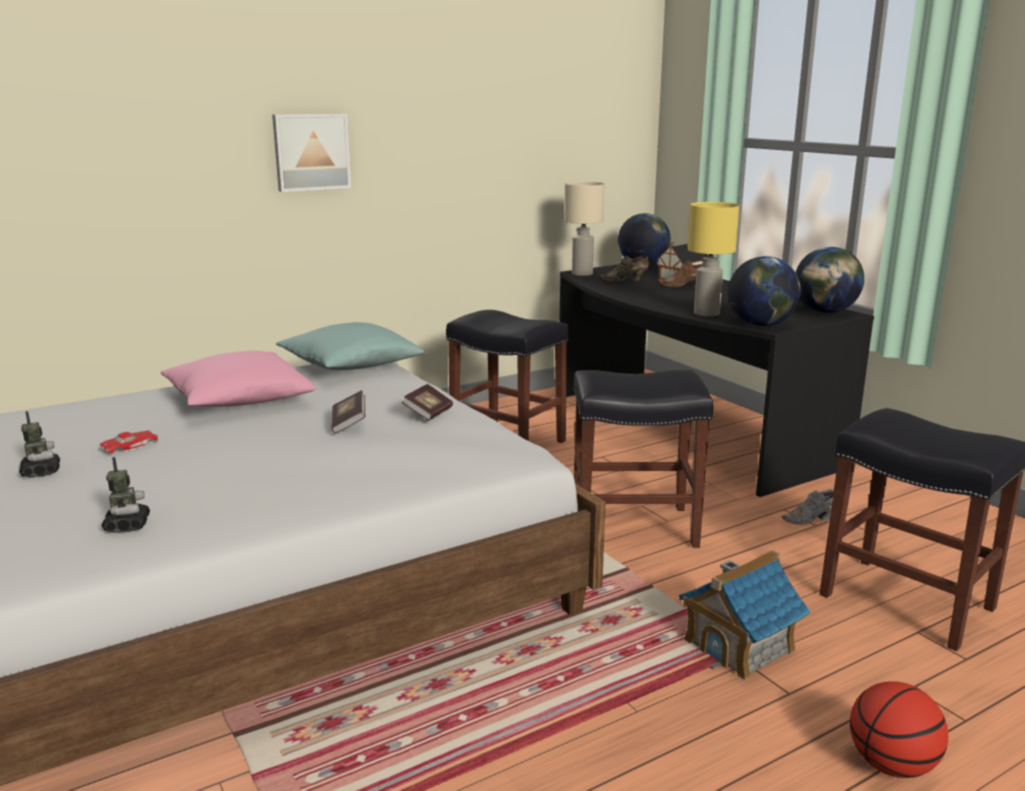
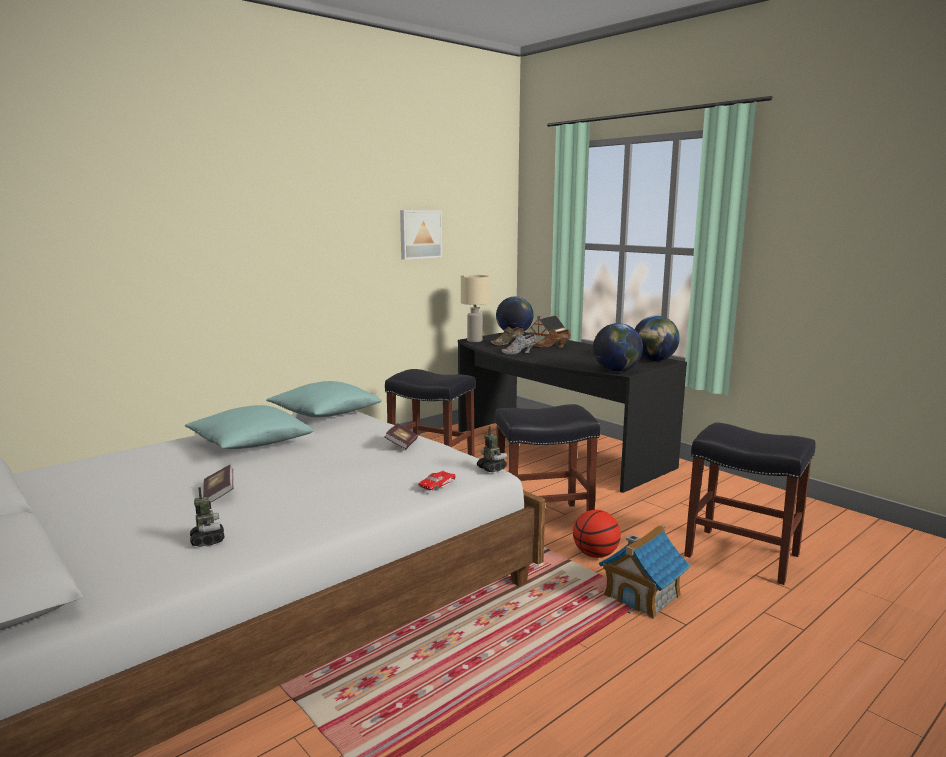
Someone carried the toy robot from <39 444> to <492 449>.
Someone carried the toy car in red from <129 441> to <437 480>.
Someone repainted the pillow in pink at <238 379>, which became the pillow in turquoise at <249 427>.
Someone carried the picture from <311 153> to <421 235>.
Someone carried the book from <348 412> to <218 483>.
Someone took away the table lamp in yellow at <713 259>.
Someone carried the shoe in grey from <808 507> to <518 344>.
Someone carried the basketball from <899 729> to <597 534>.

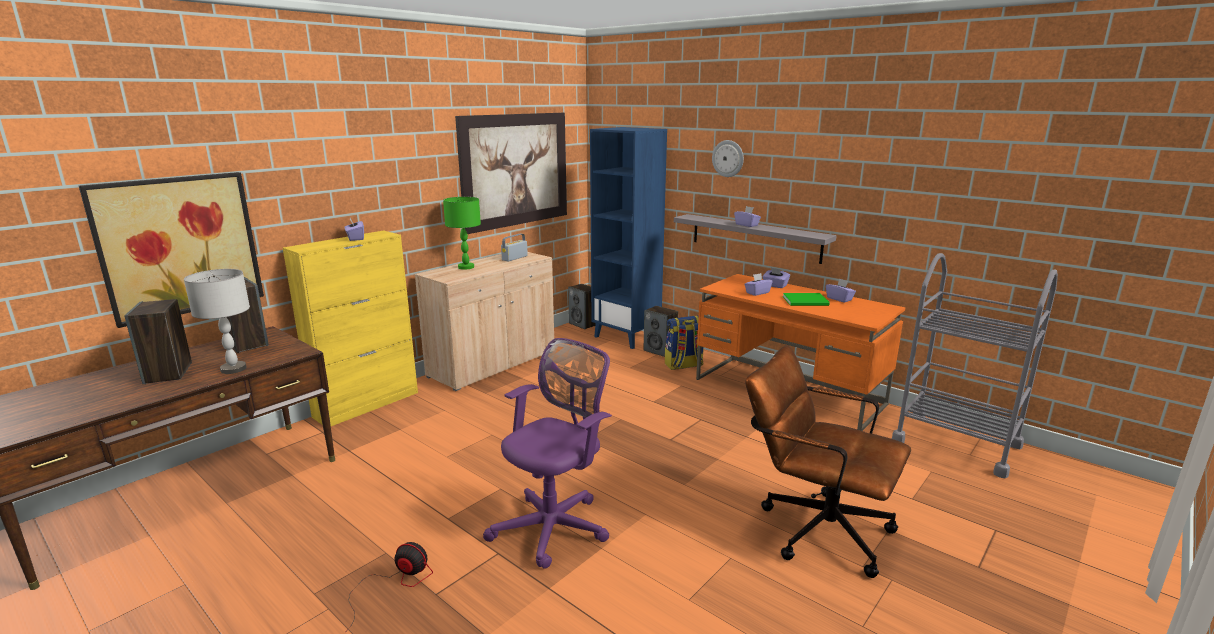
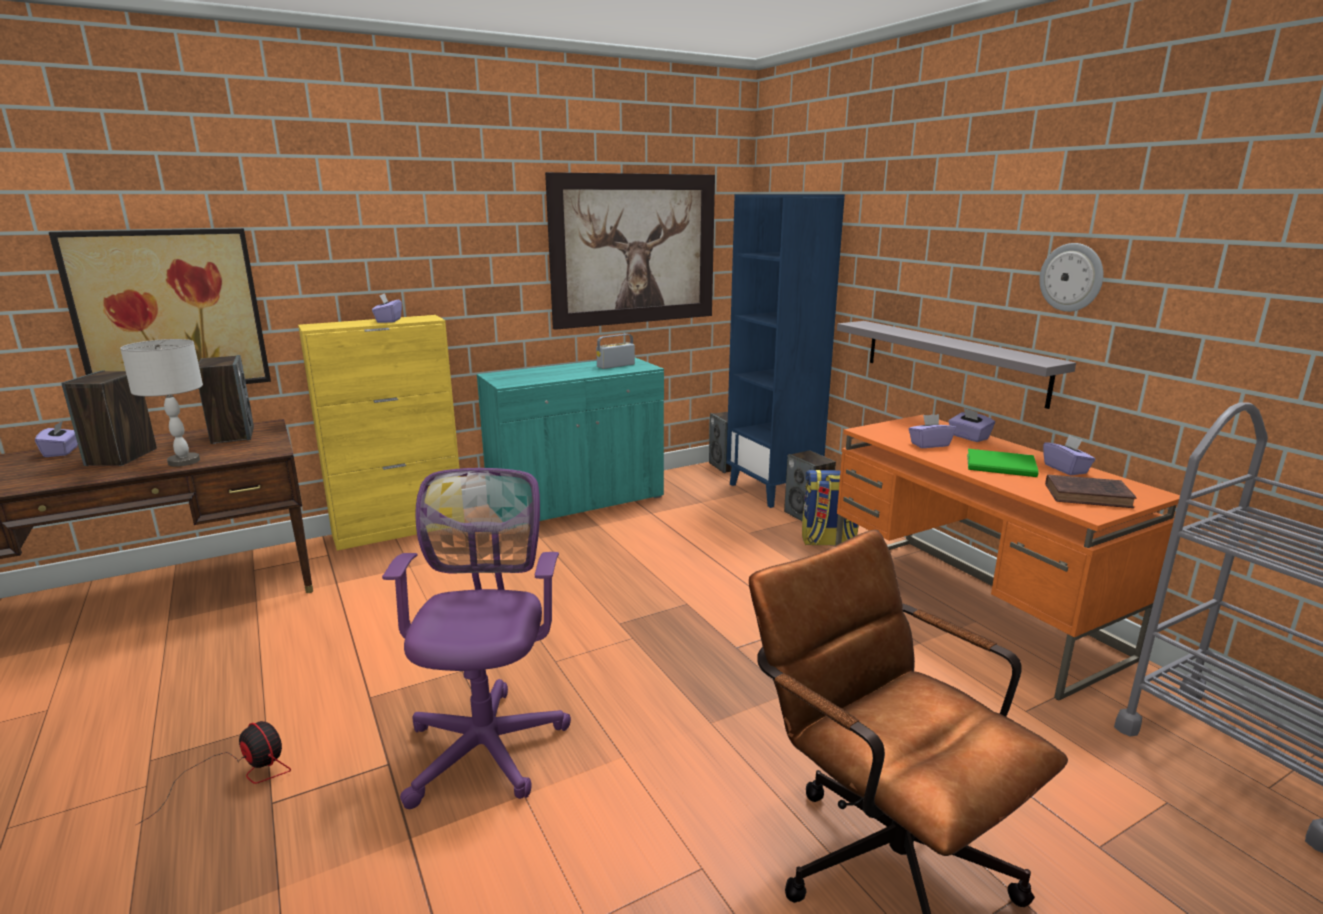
Someone repainted the cabinet in beige at <484 321>, which became the cabinet in turquoise at <570 439>.
Someone took away the table lamp in green at <462 233>.
Someone rotated the office chair in purple at <547 453> by 60 degrees counterclockwise.
Someone carried the wall clock from <728 158> to <1071 277>.
Someone carried the tissue box in purple from <747 216> to <56 439>.
Someone put down the book in brown at <1090 491>.

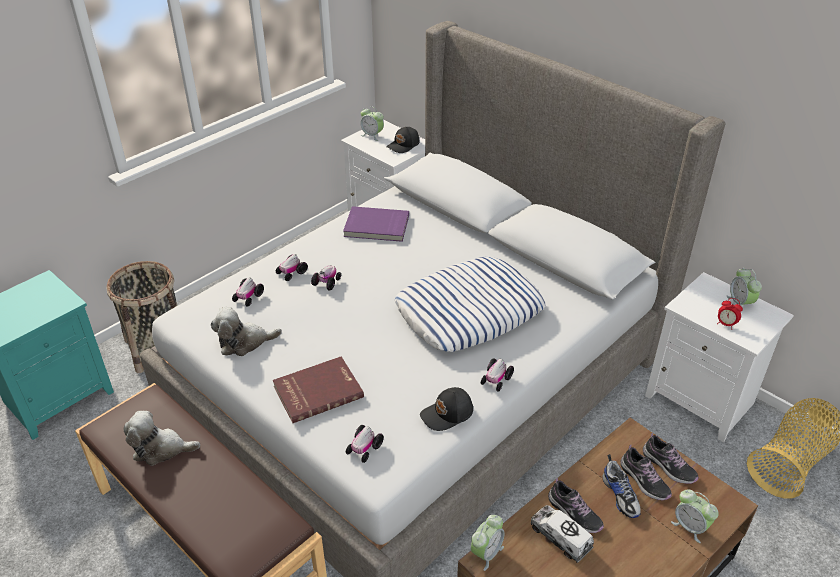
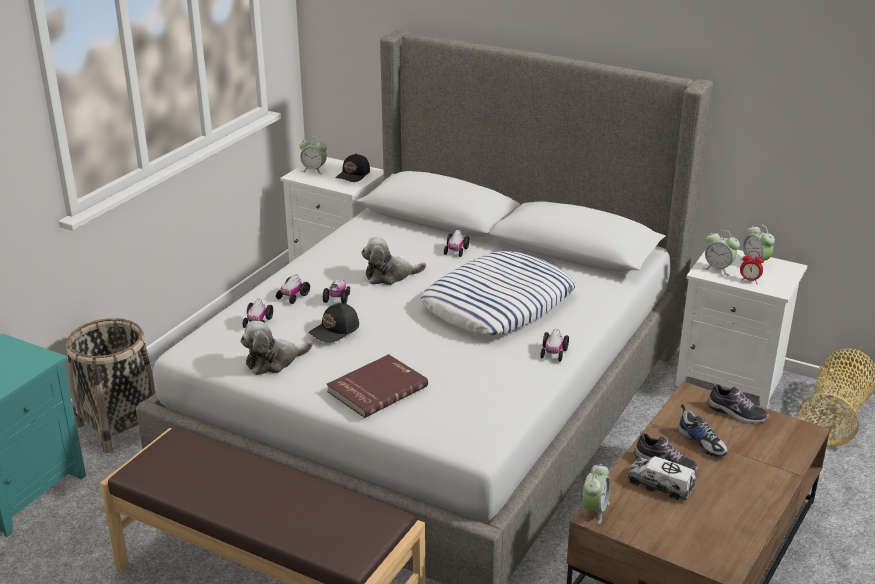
Someone carried the plush toy from <162 438> to <393 261>.
Someone took away the book in purple at <376 224>.
Someone carried the toy car from <365 444> to <457 243>.
Someone carried the cap in black from <446 409> to <334 323>.
Someone took away the shoe at <646 473>.
Someone carried the alarm clock from <695 516> to <721 253>.

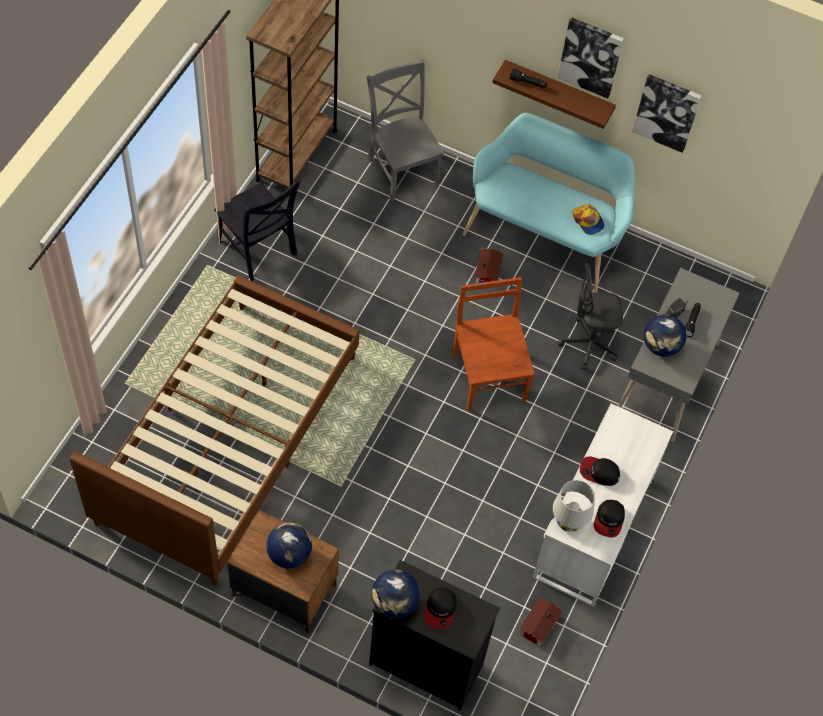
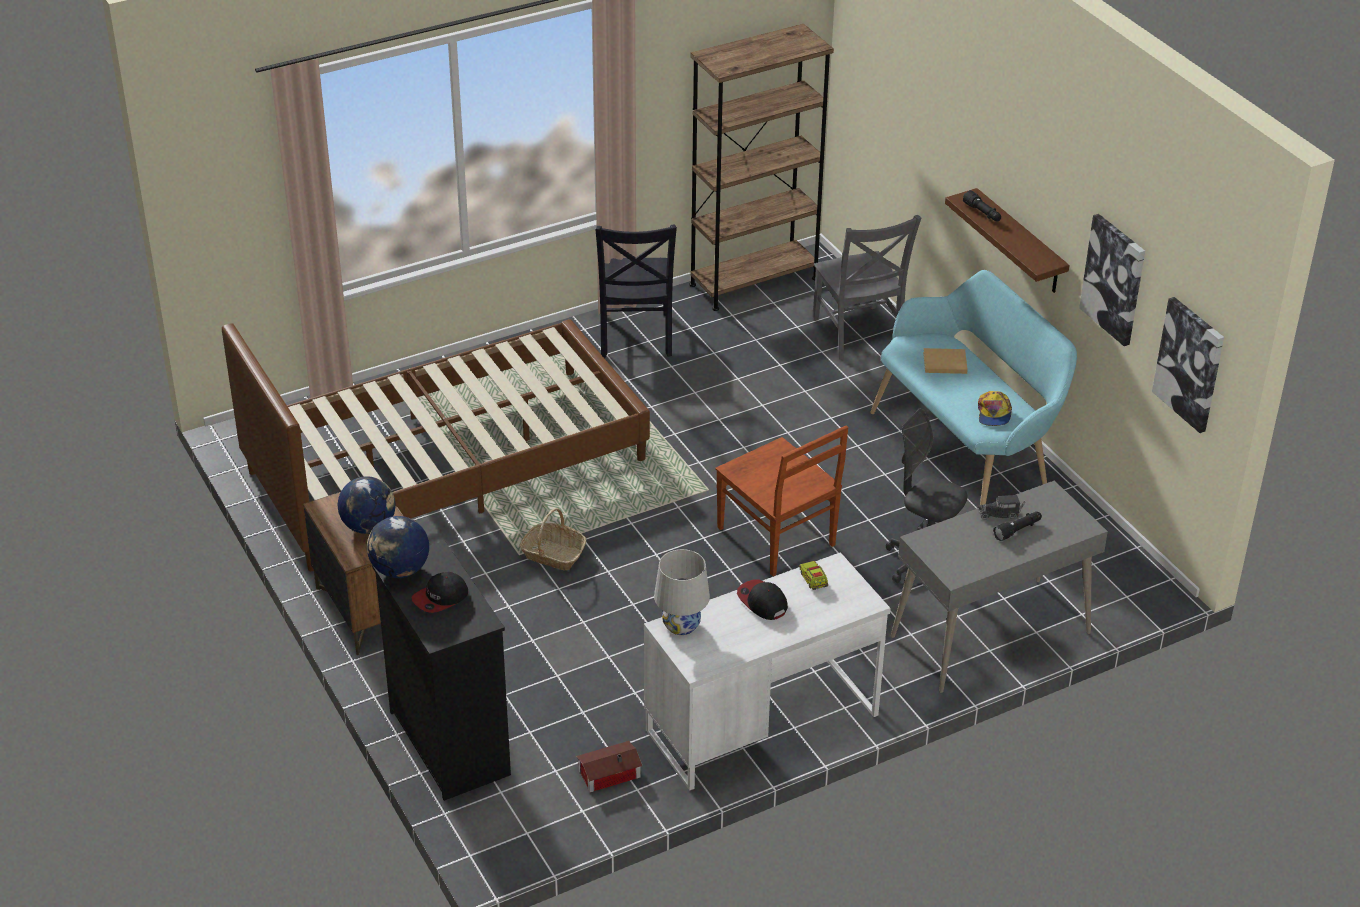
Someone rotated the chair in grey at <405 130> by 150 degrees clockwise.
Someone rotated the chair in brown at <494 344> by 120 degrees clockwise.
Someone took away the toy house at <489 268>.
Someone carried the picture from <591 57> to <1188 365>.
Someone took away the cap at <609 519>.
Someone took away the globe at <665 336>.
Someone put down the basket at <553 539>.
Someone put down the toy truck at <813 575>.
Someone put down the book in beige at <945 361>.

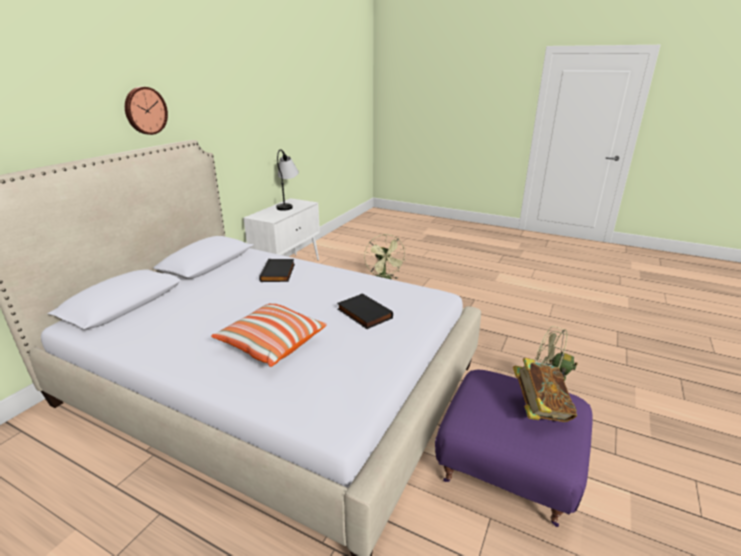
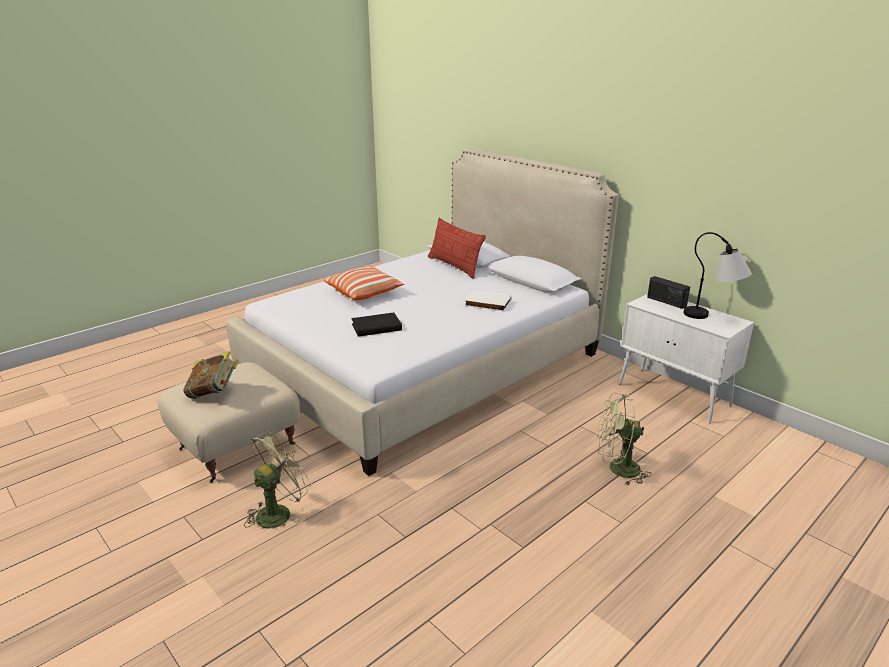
Someone took away the wall clock at <146 111>.
Someone repainted the book in black at <277 270>, which became the book in white at <488 301>.
Someone repainted the ottoman in purple at <514 448>, which became the ottoman in beige at <229 422>.
Someone put down the pillow at <457 248>.
Someone put down the radio at <668 292>.

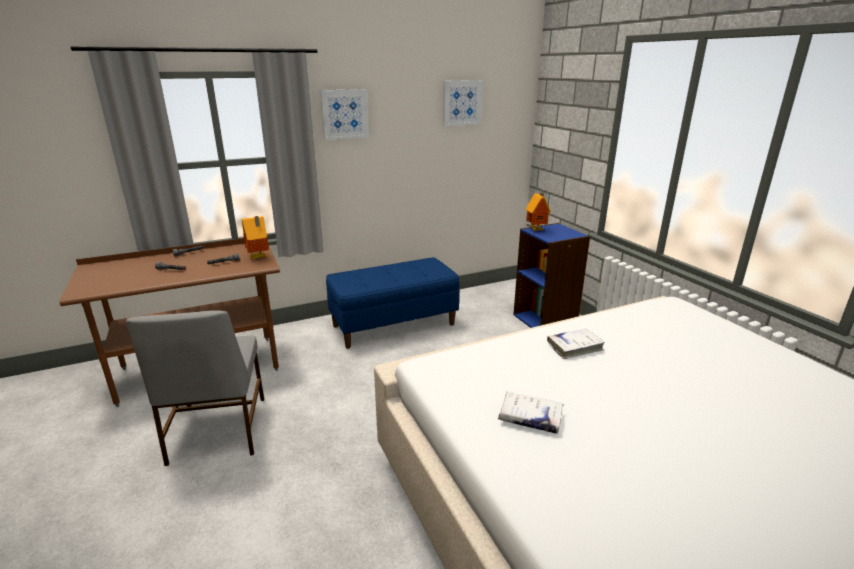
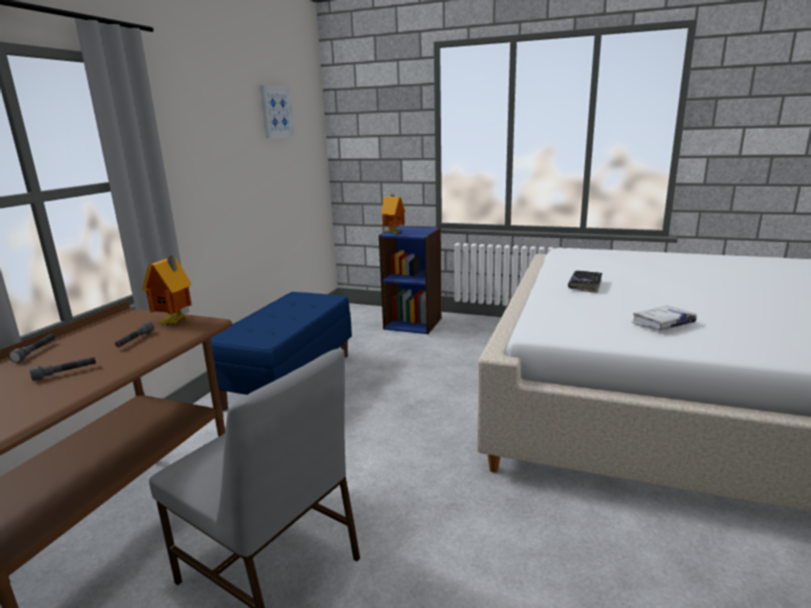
Someone took away the picture at <344 114>.
Someone repainted the book in white at <575 344>, which became the book in black at <585 282>.

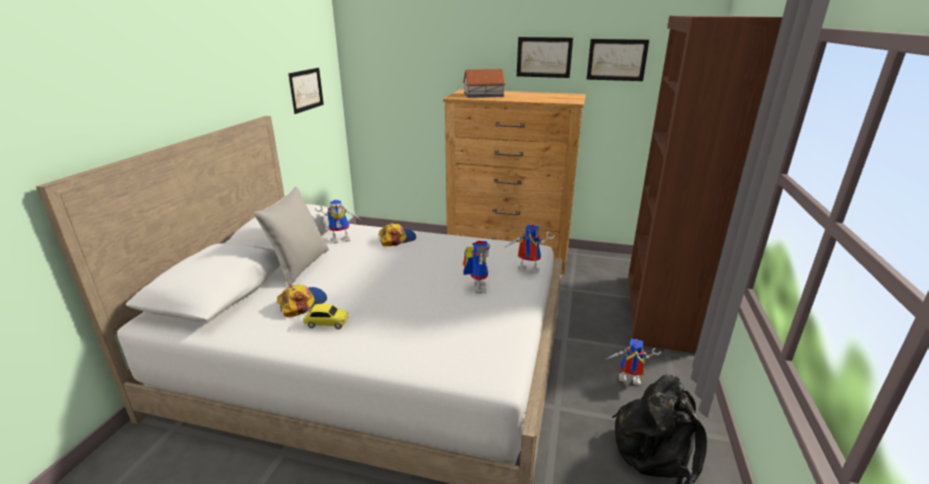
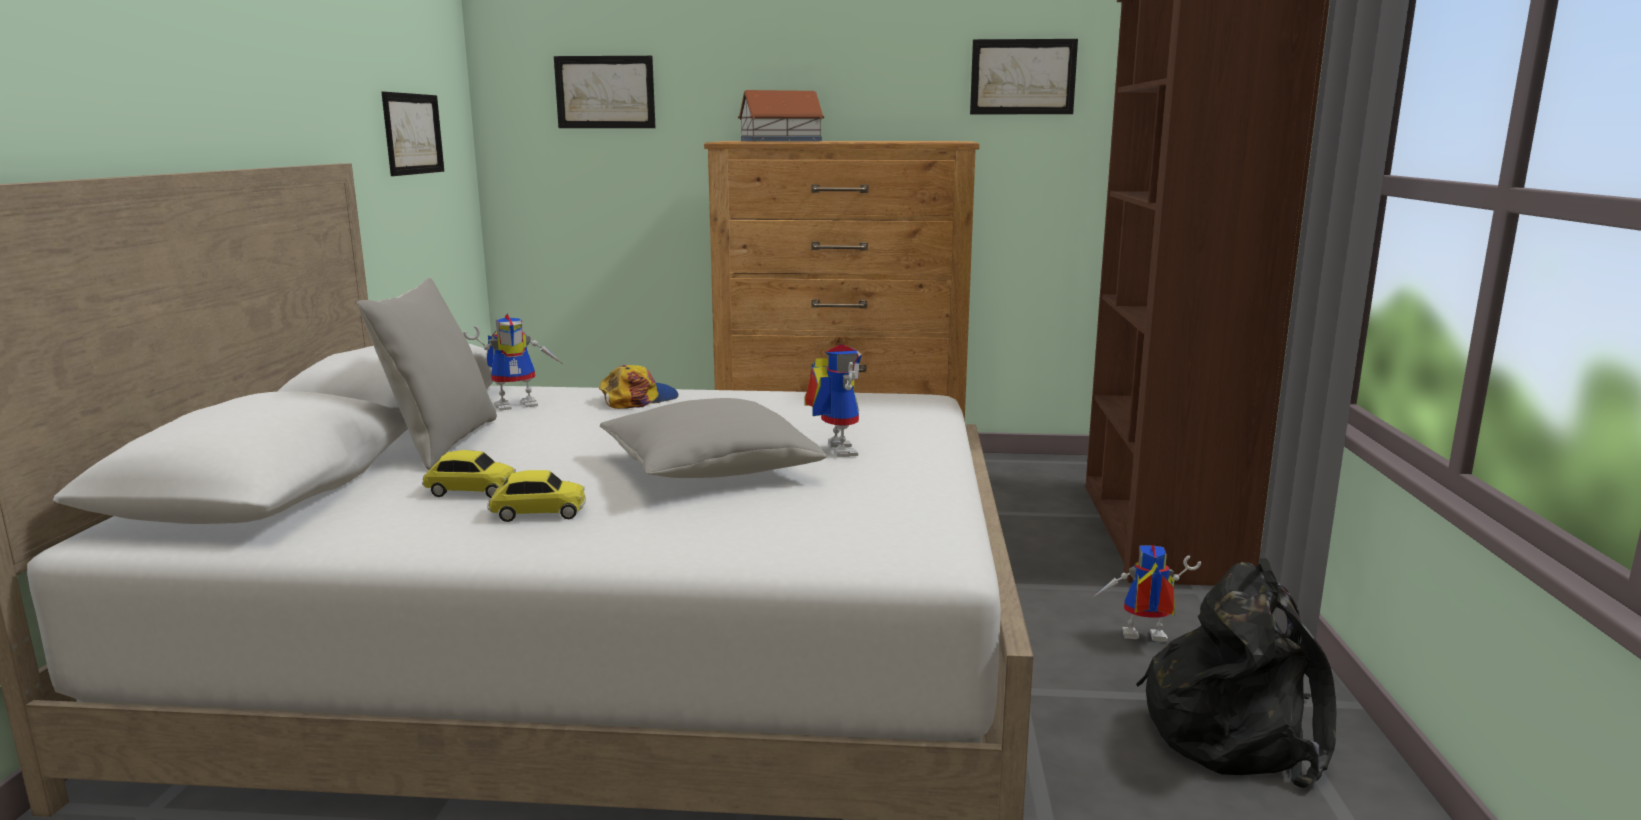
Someone swapped the cap at <301 301> for the toy car at <469 474>.
Someone took away the toy robot at <530 249>.
Someone carried the picture from <545 57> to <605 92>.
Someone put down the pillow in grey at <713 438>.

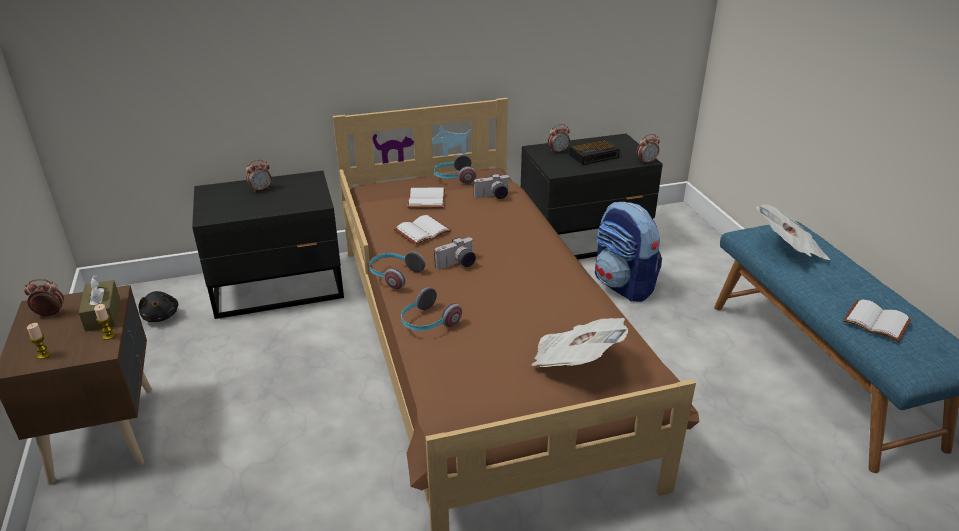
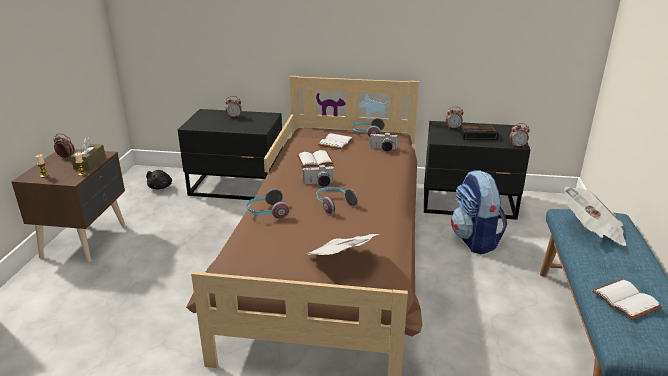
Someone carried the headphones from <397 271> to <337 200>.

